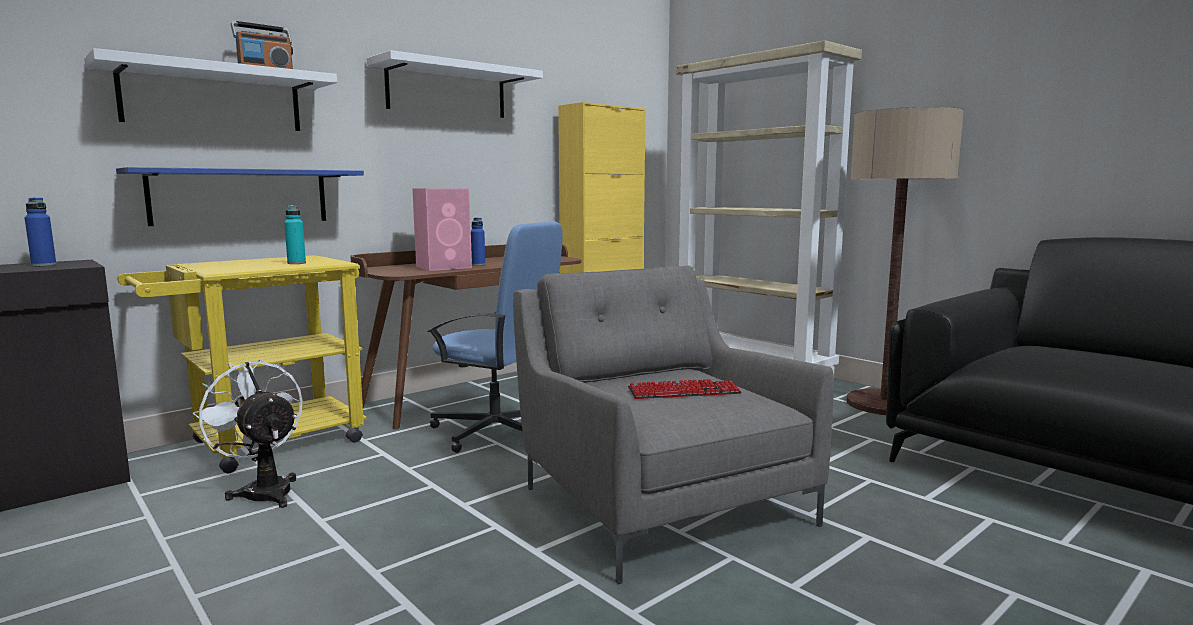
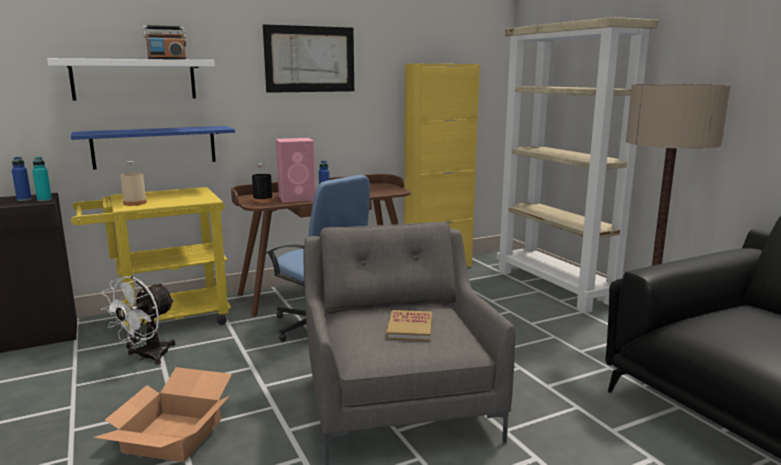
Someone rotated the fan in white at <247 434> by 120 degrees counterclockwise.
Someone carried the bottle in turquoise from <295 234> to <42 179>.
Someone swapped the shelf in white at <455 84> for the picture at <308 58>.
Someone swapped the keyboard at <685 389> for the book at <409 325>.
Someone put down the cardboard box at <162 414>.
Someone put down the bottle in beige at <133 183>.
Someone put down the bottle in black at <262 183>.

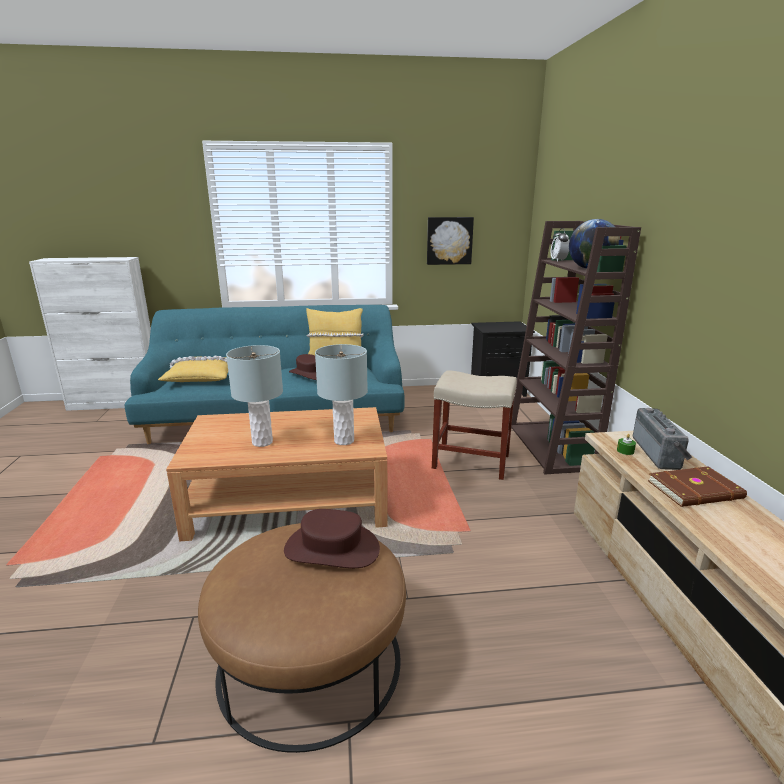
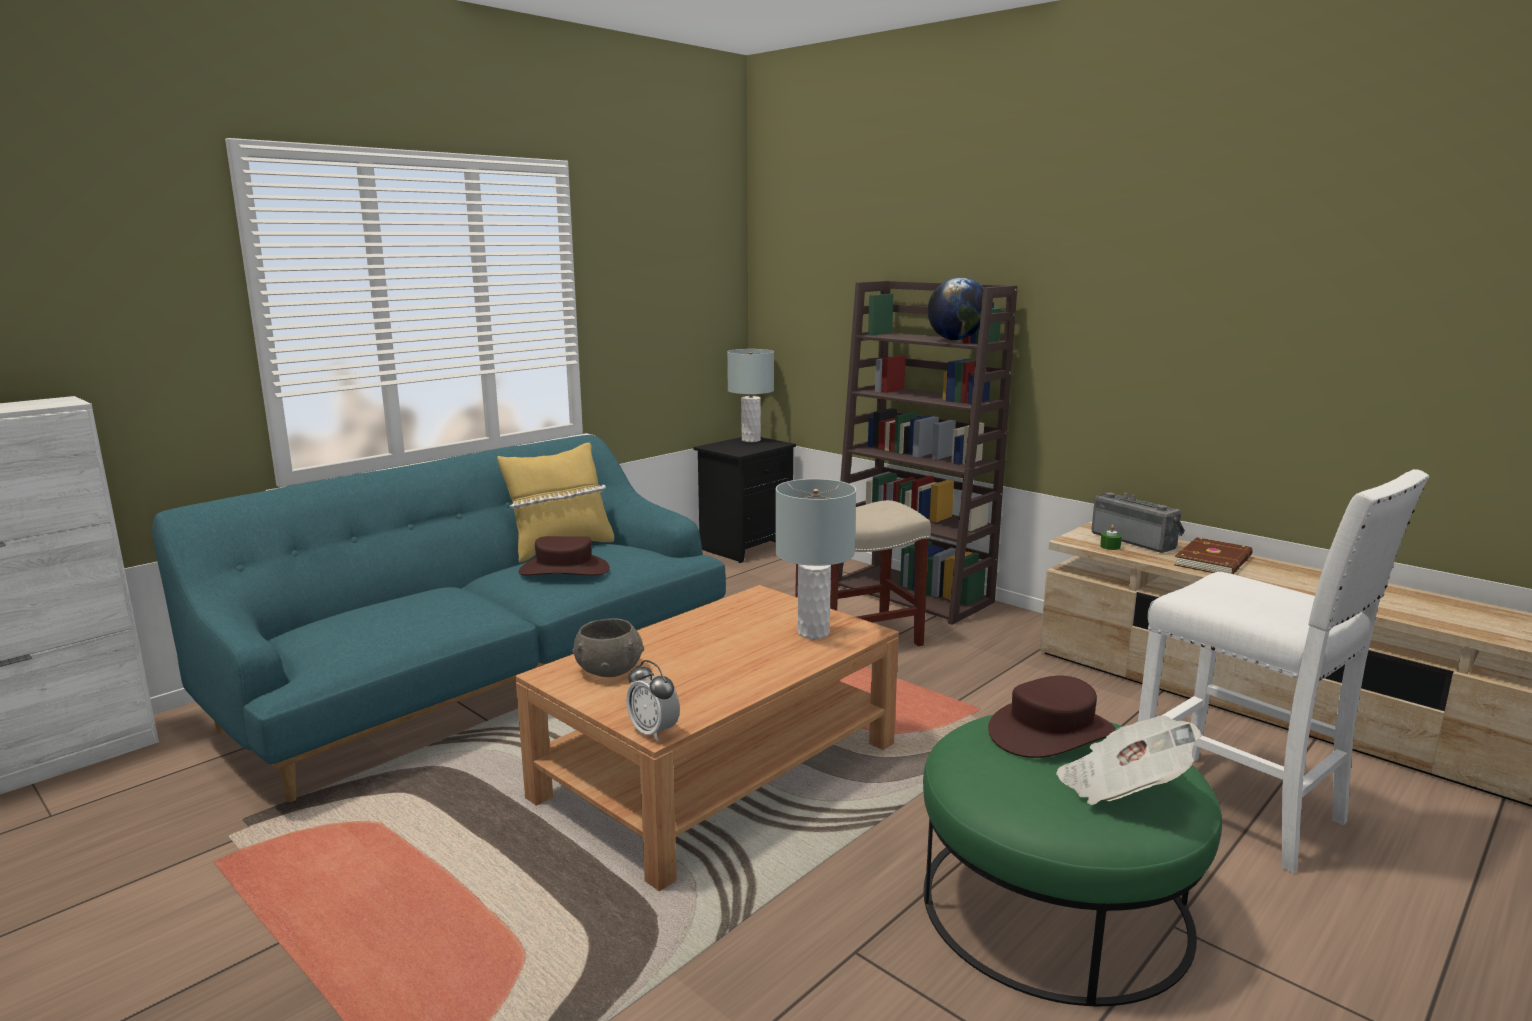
Someone took away the pillow in yellow at <193 368>.
Someone repainted the ottoman in brown at <302 638>, which became the ottoman in green at <1072 860>.
Someone carried the table lamp in grey from <254 396> to <750 395>.
Someone took away the picture at <450 241>.
Someone carried the alarm clock from <560 245> to <653 700>.
Someone put down the bowl in grey at <608 647>.
Someone put down the newspaper at <1129 760>.
Someone put down the stool in white at <1283 671>.

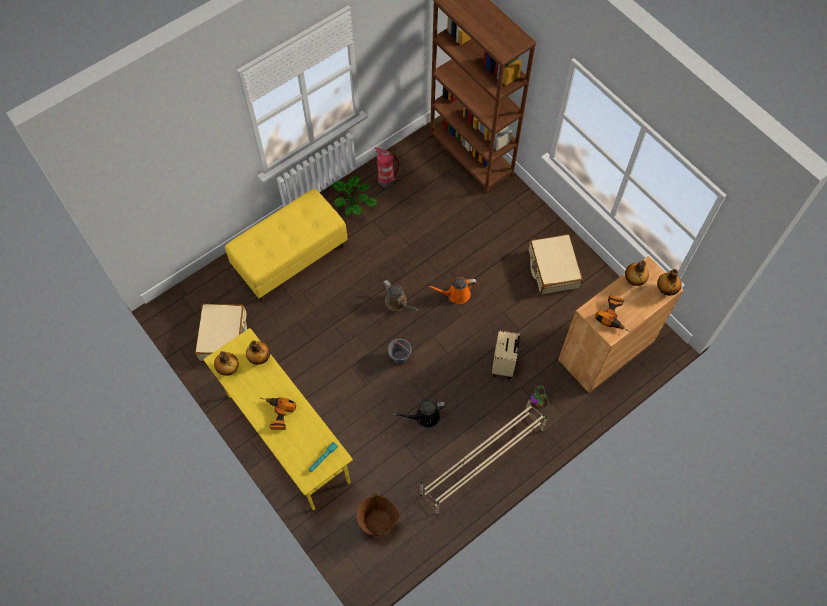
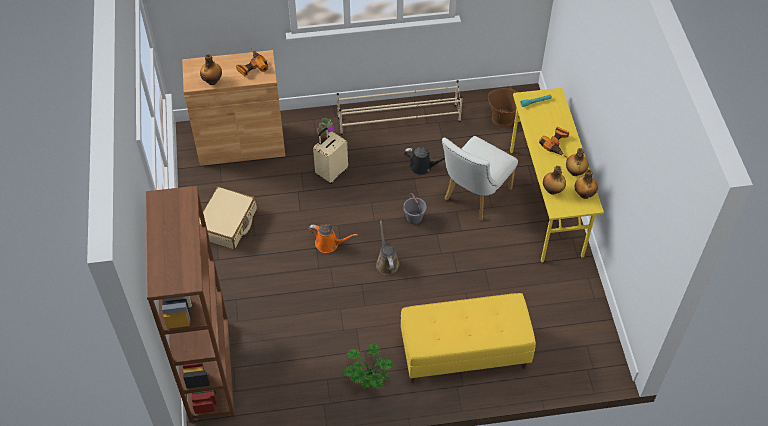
Someone took away the suitcase in beige at <221 332>.
Someone took away the fire extinguisher at <386 167>.
Someone carried the bottle from <669 282> to <577 162>.
Someone put down the chair in white at <480 178>.

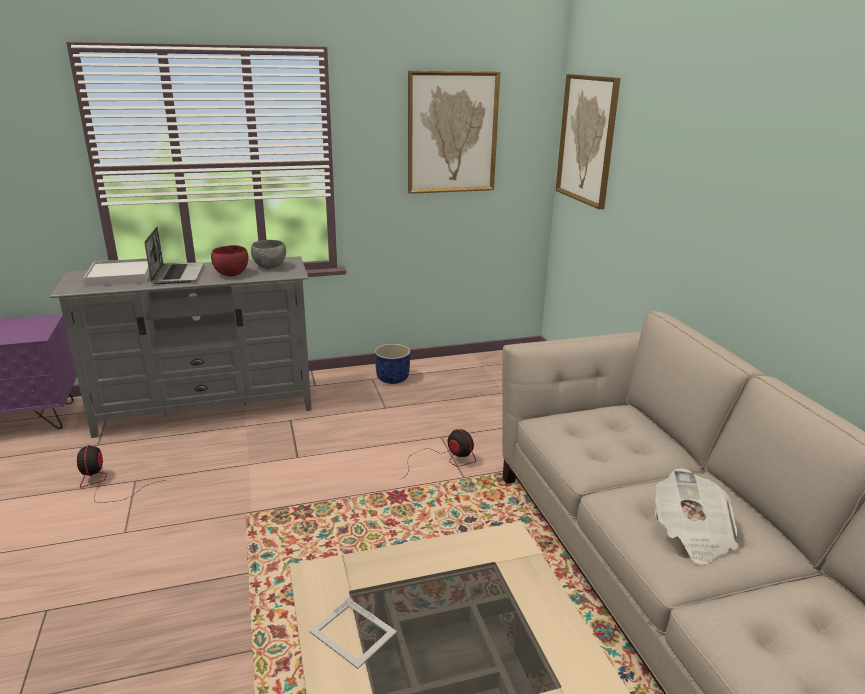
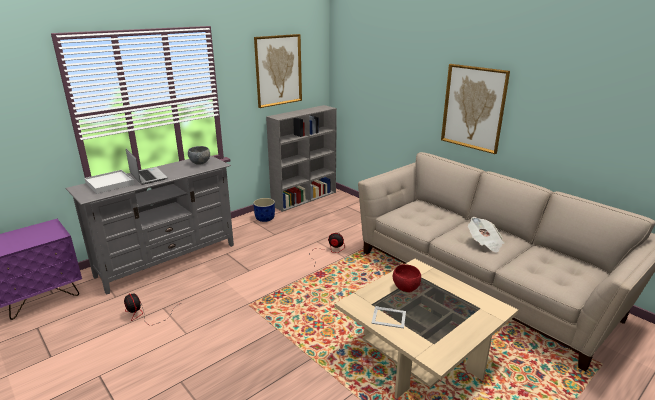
Someone carried the bowl in red from <229 260> to <407 278>.
Someone carried the picture from <588 141> to <475 109>.
Someone put down the bookcase in grey at <301 158>.

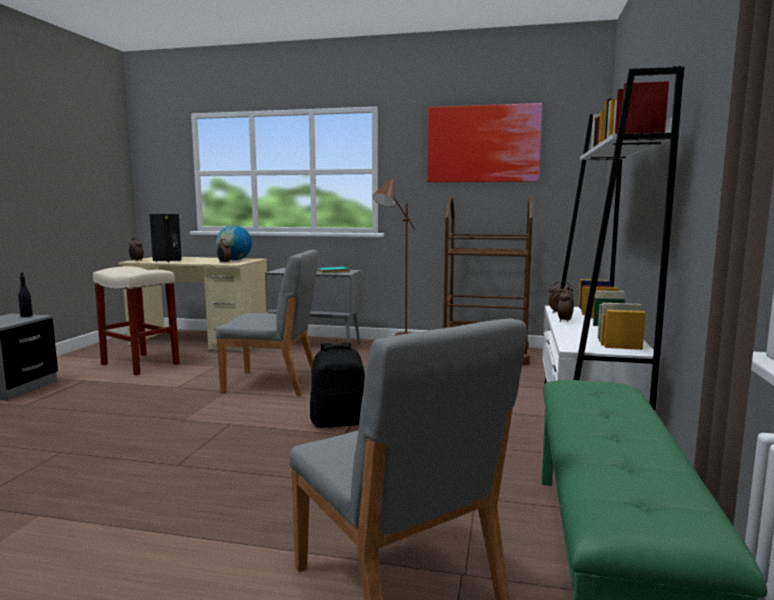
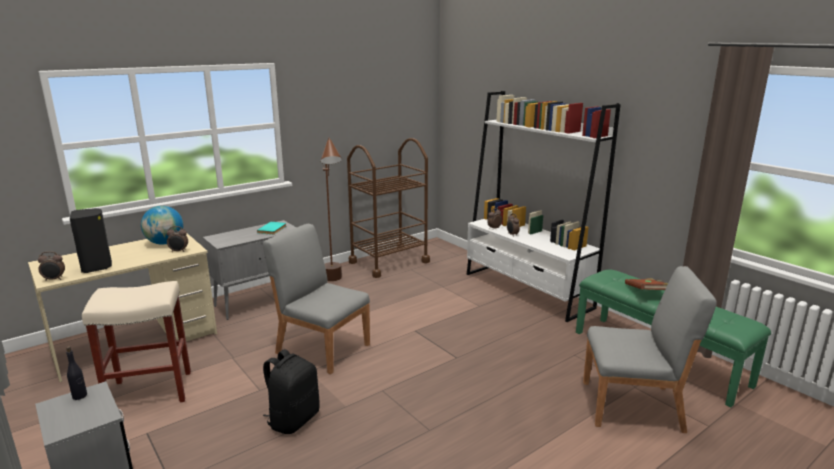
Someone rotated the chair in grey at <267 323> by 105 degrees counterclockwise.
Someone carried the backpack in black from <337 385> to <291 391>.
Someone took away the picture at <484 142>.
Someone put down the book in brown at <646 284>.

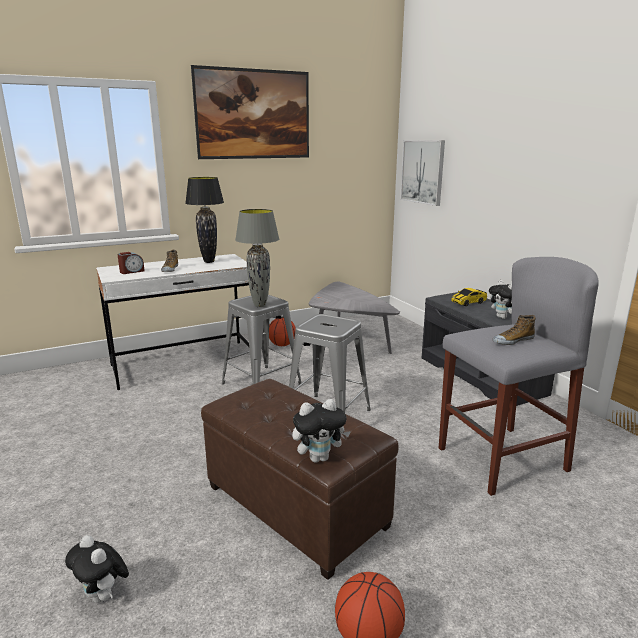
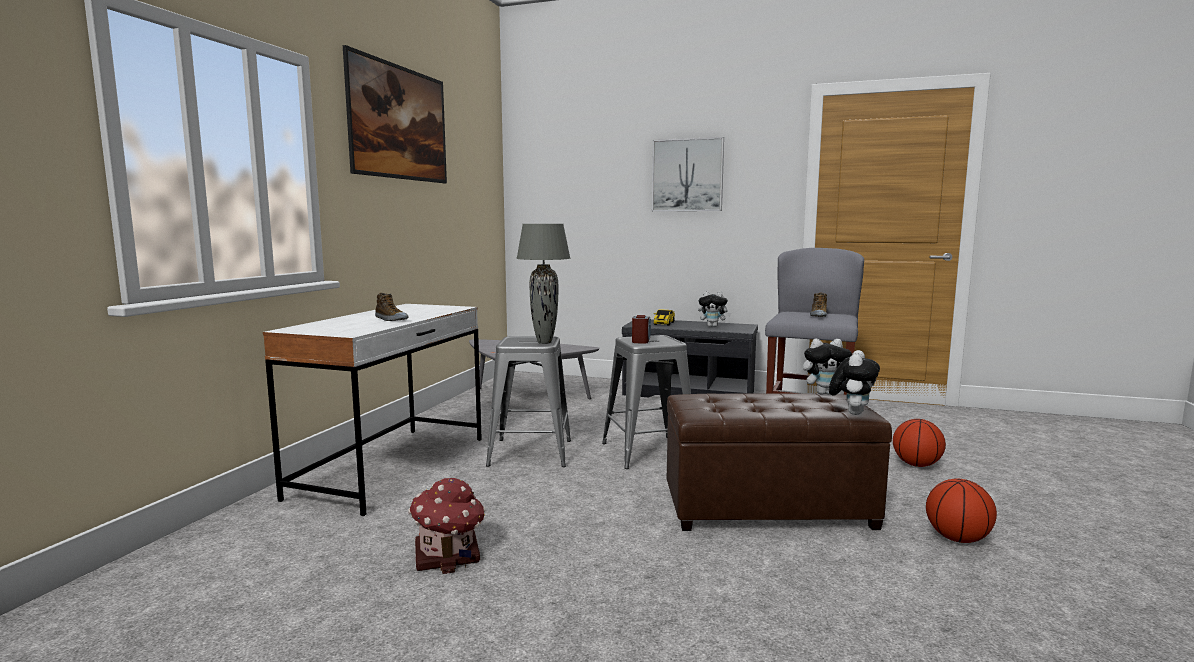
Someone carried the plush toy from <97 569> to <827 367>.
Someone carried the alarm clock from <131 263> to <641 329>.
Someone took away the table lamp in black at <204 220>.
Someone carried the basketball from <282 332> to <919 443>.
Someone carried the picture from <422 173> to <688 174>.
Someone put down the toy house at <447 526>.

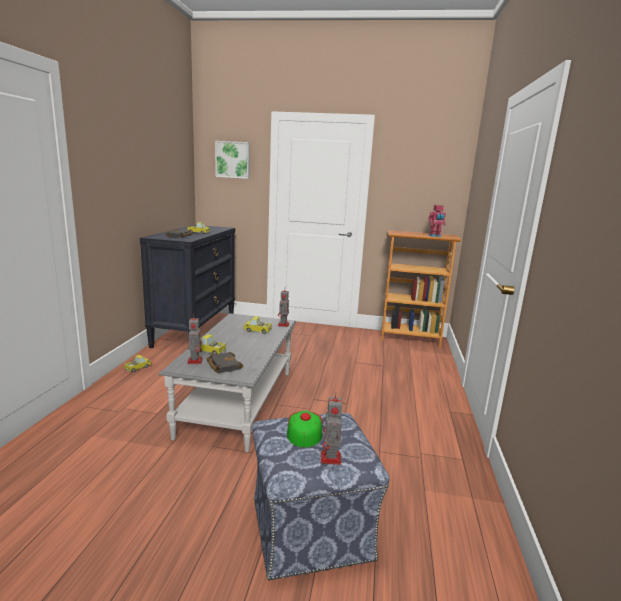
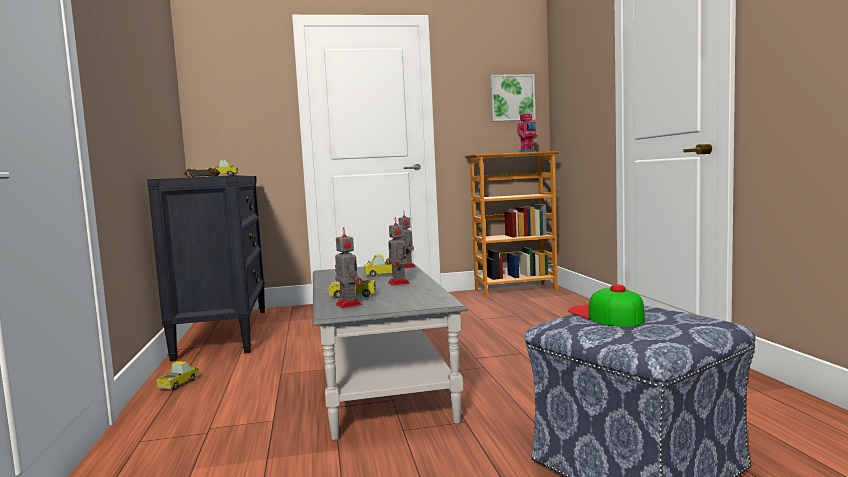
Someone took away the book in black at <224 362>.
Someone carried the picture from <232 160> to <513 98>.
Someone carried the toy robot from <331 429> to <398 251>.

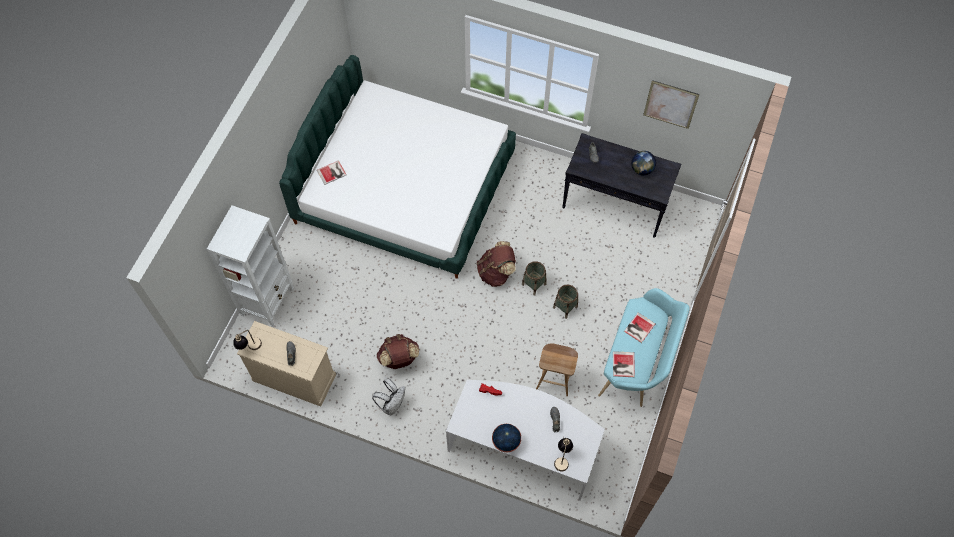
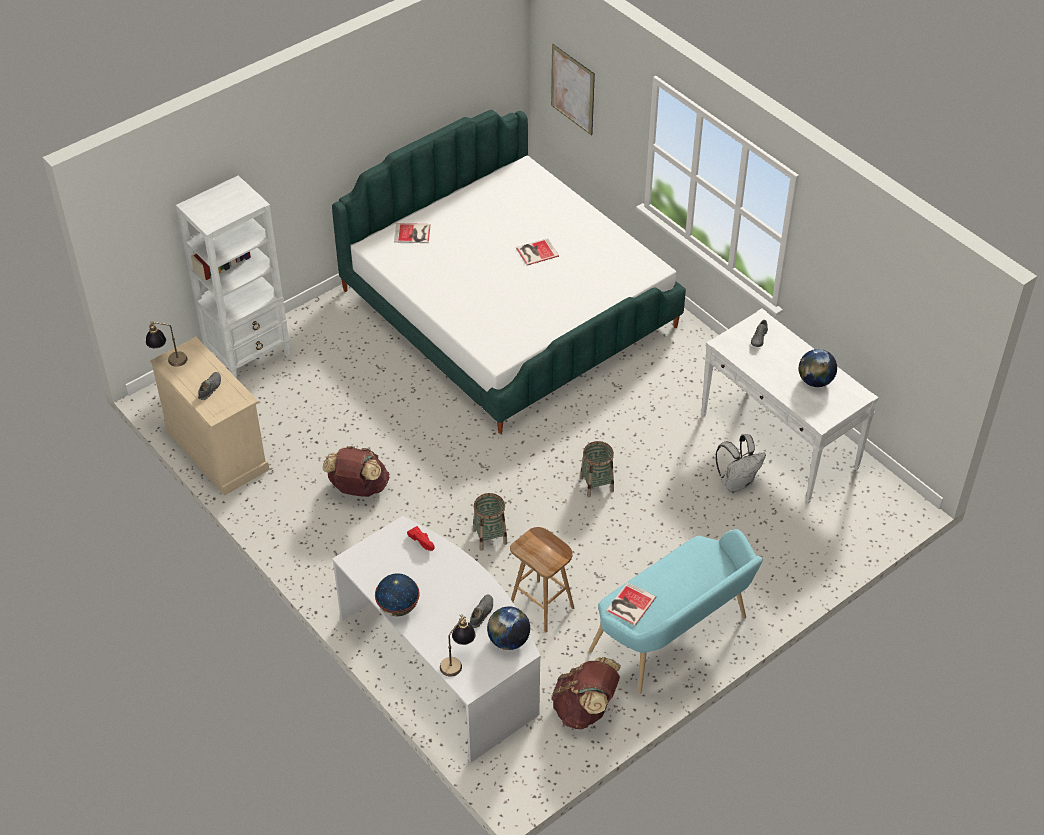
Someone carried the backpack in white from <388 397> to <741 463>.
Someone carried the backpack in brown from <496 264> to <586 693>.
Someone carried the basket from <565 302> to <490 521>.
Someone repainted the console table in black at <621 185>, which became the console table in white at <790 406>.
Someone carried the book from <639 328> to <537 251>.
Someone carried the picture from <671 104> to <573 90>.
Someone put down the globe at <508 628>.

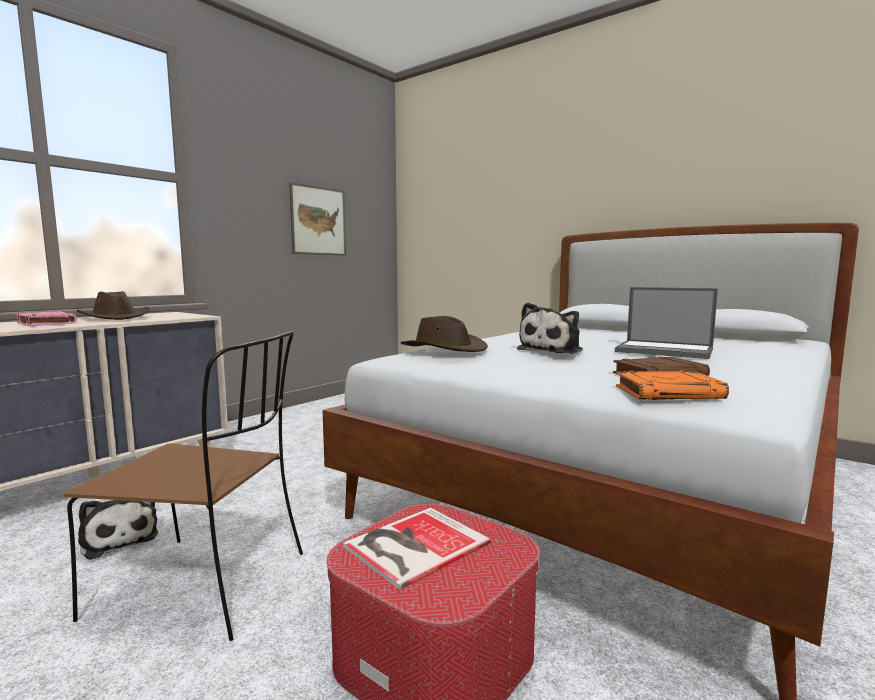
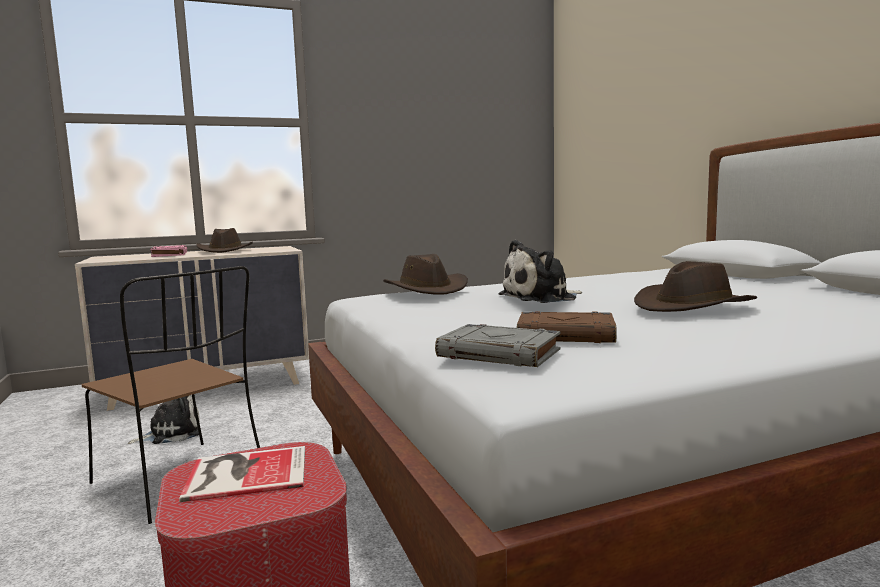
Someone rotated the plush toy at <118 530> by 105 degrees counterclockwise.
Someone took away the picture at <317 219>.
Someone swapped the laptop at <666 323> for the hat in brown at <695 286>.
Someone repainted the book in orange at <672 385>, which became the book in grey at <497 345>.

